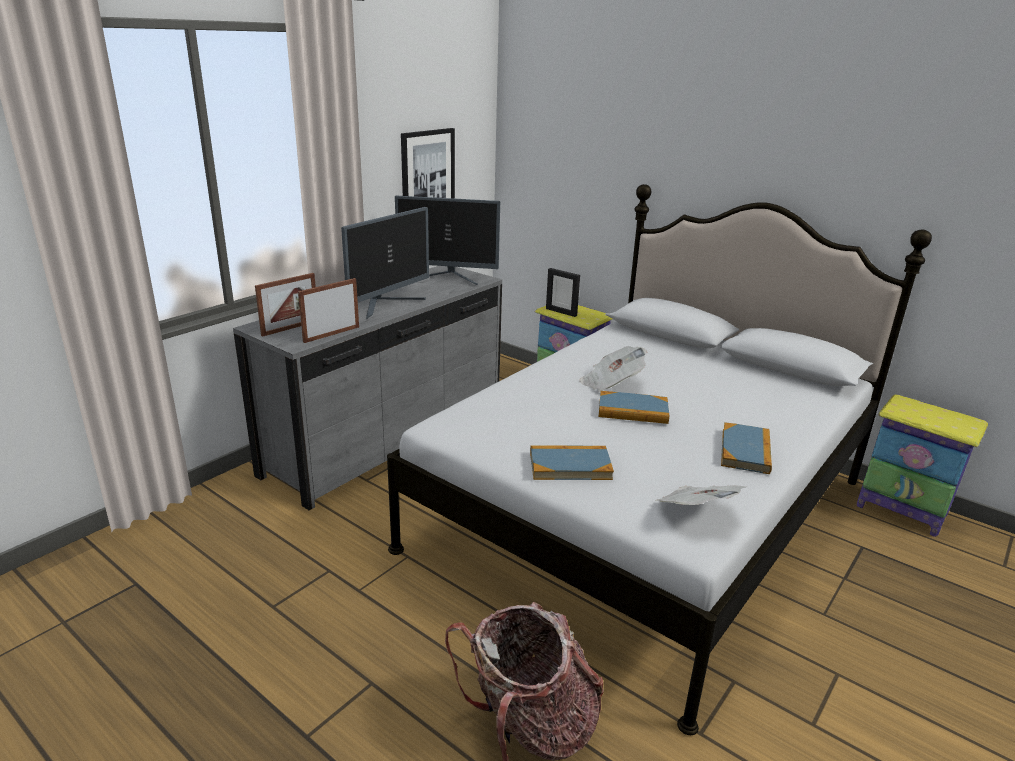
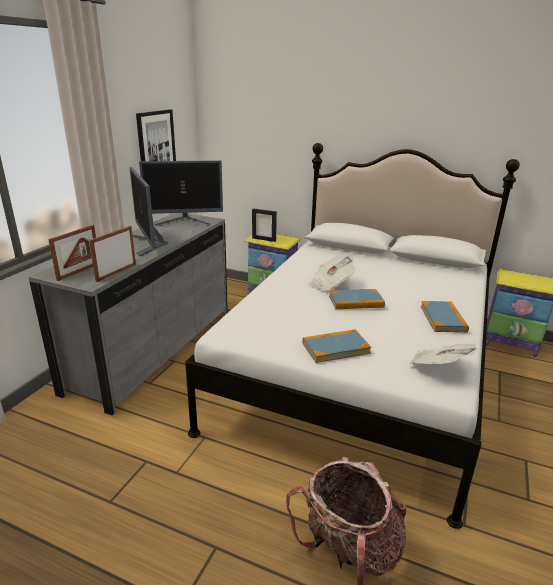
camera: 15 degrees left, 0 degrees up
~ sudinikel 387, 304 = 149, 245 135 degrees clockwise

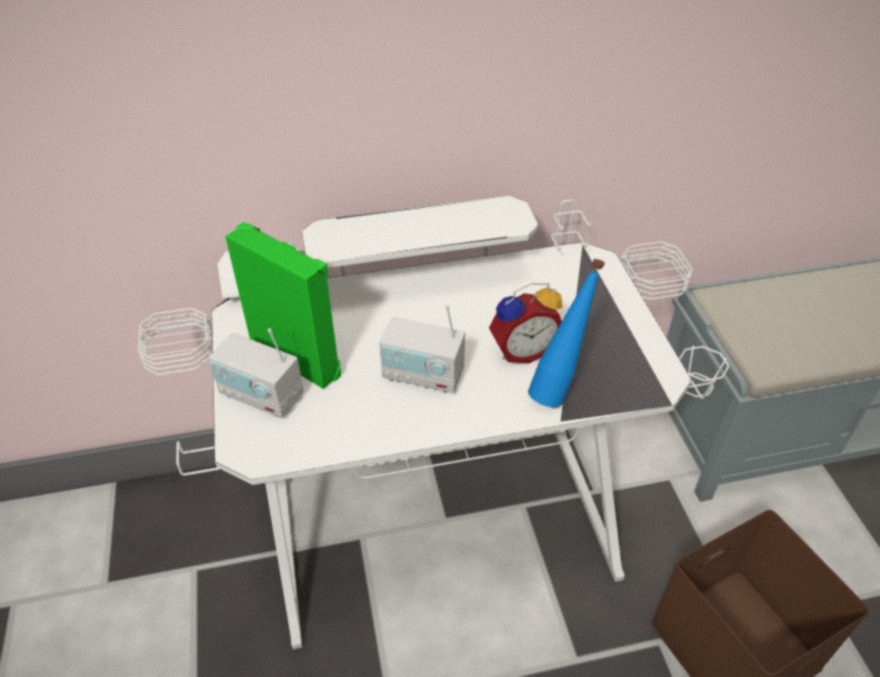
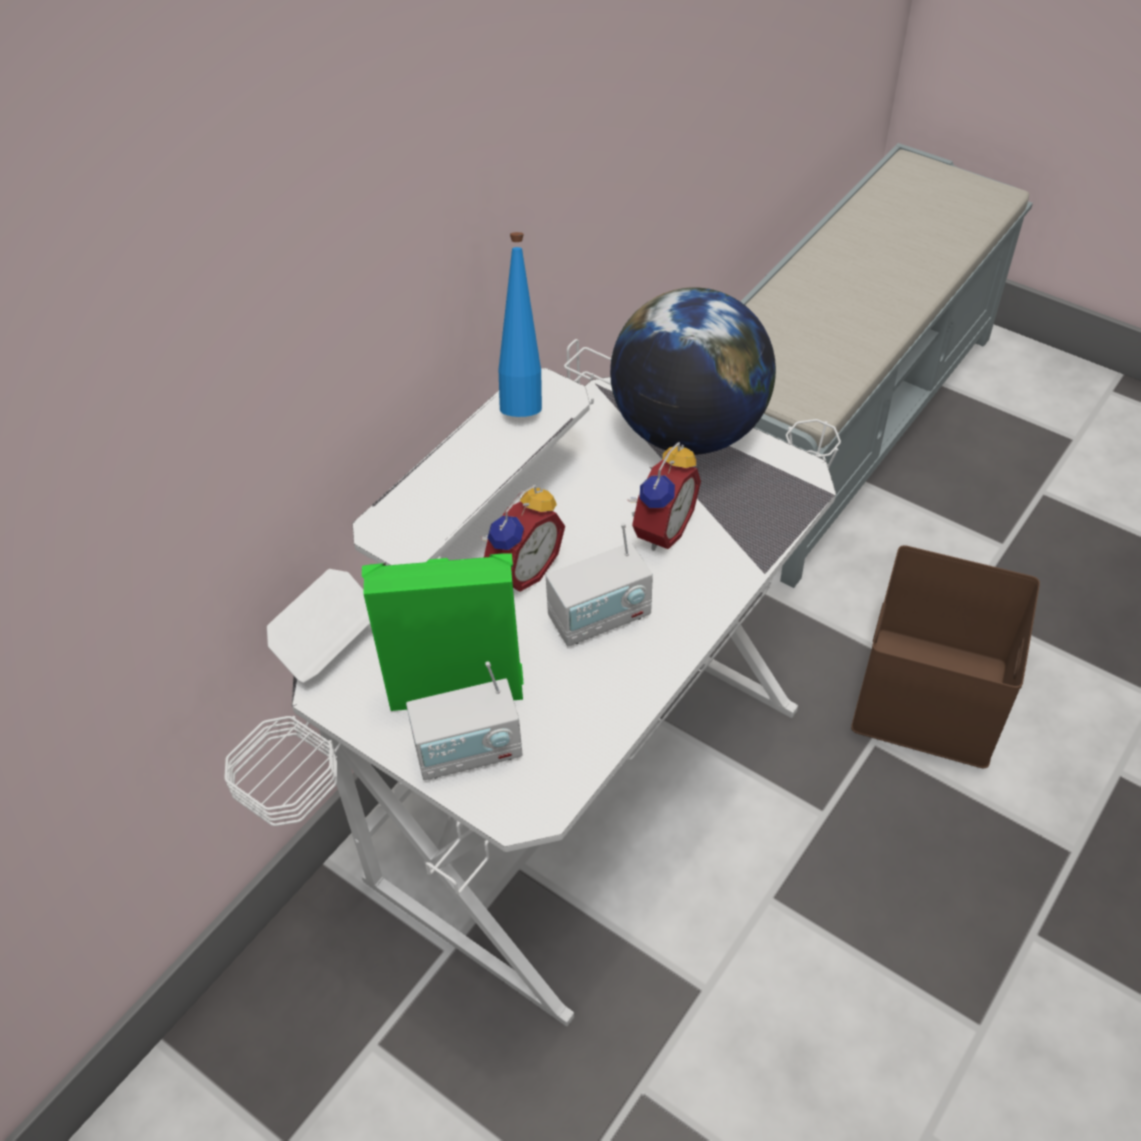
camera: 40 degrees left, 5 degrees up
~ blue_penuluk 558, 389 to 523, 397
+ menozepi 688, 432
+ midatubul 521, 570

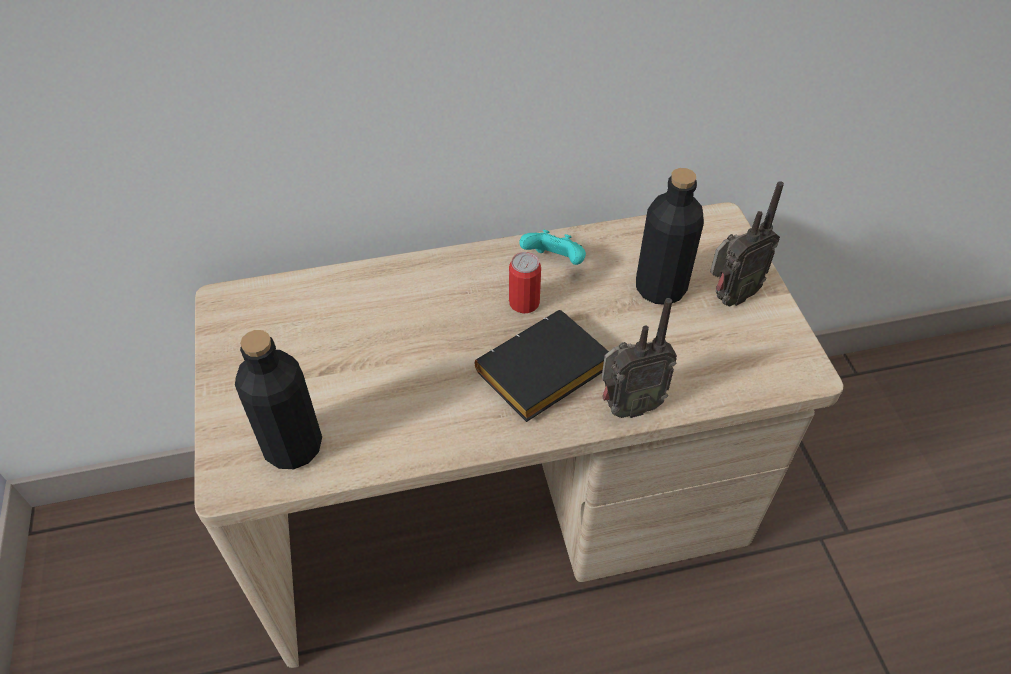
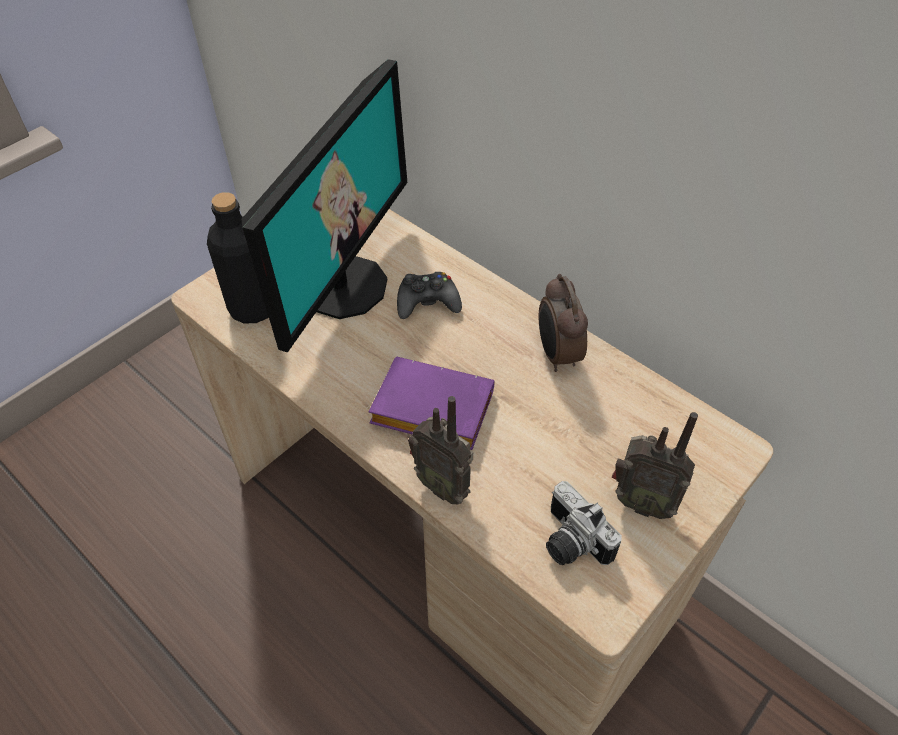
camera: 55 degrees right, 0 degrees up
- black_penuluk 660, 288
~ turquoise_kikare 554, 262 to midatubul 556, 355
- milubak 524, 303
~ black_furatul 542, 375 to purple_furatul 428, 411
+ sudinikel 345, 286
+ black_kikare 427, 302
+ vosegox 569, 542

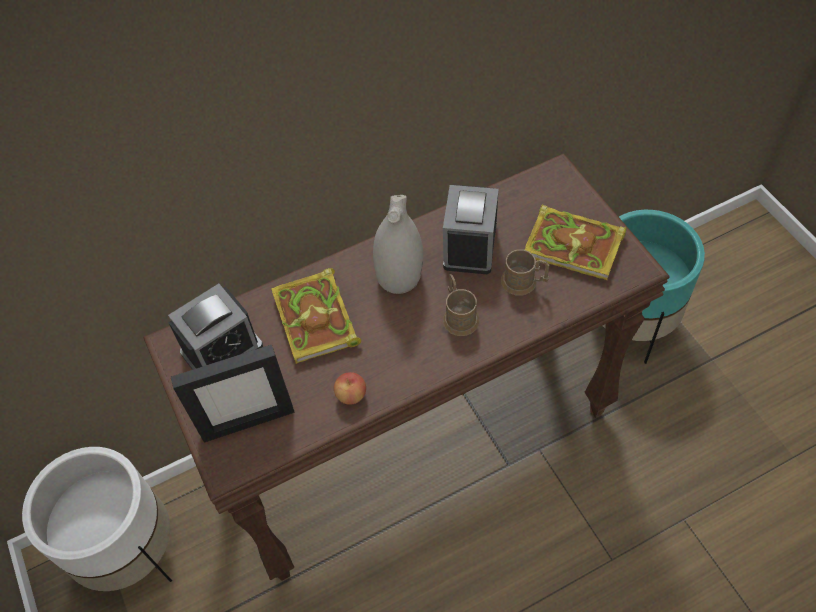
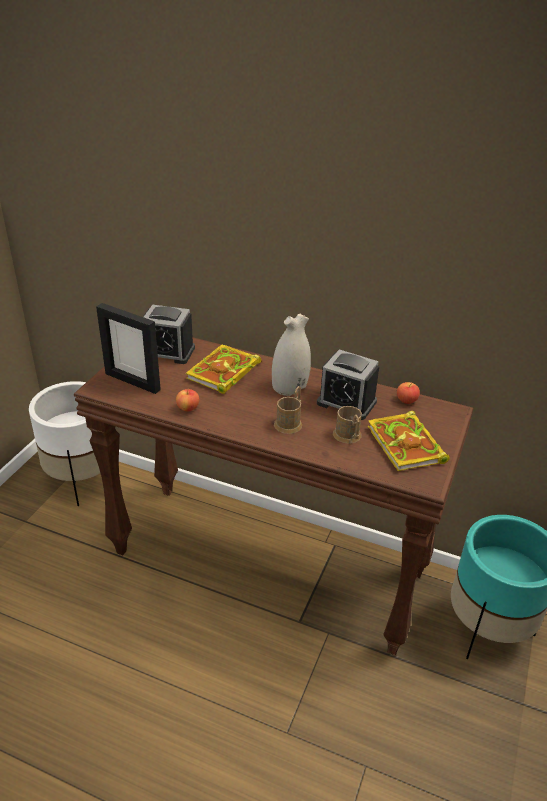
camera: 45 degrees right, 20 degrees down
~ midatubul 470, 246 = 346, 402 120 degrees counterclockwise
+ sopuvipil 406, 400

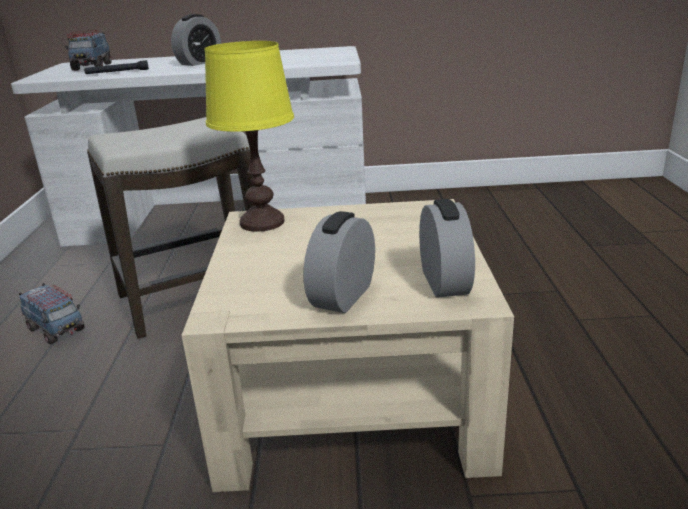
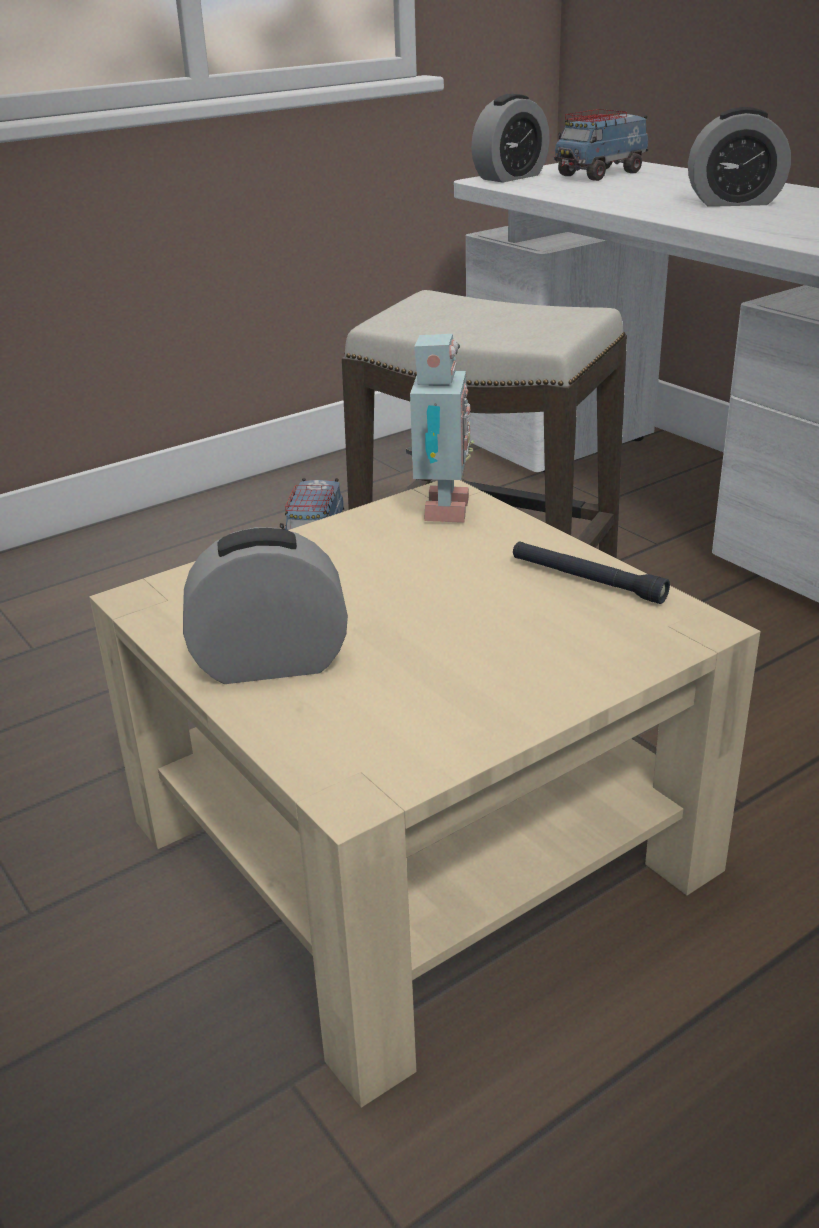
camera: 55 degrees right, 5 degrees up
~ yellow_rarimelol 261, 222 to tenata 440, 512
~ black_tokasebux 117, 72 to 586, 580
~ midatubul 444, 282 to 510, 177

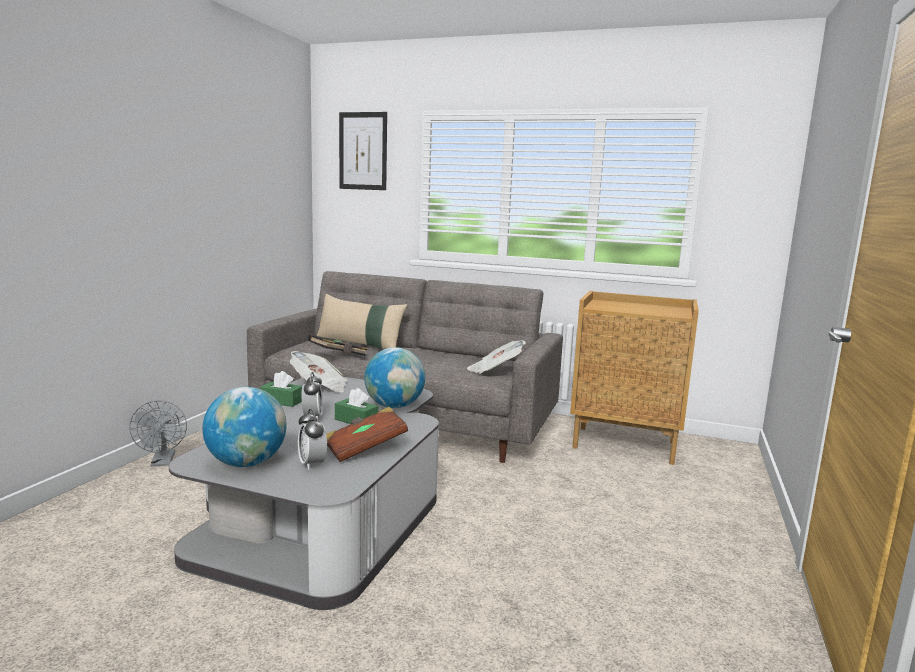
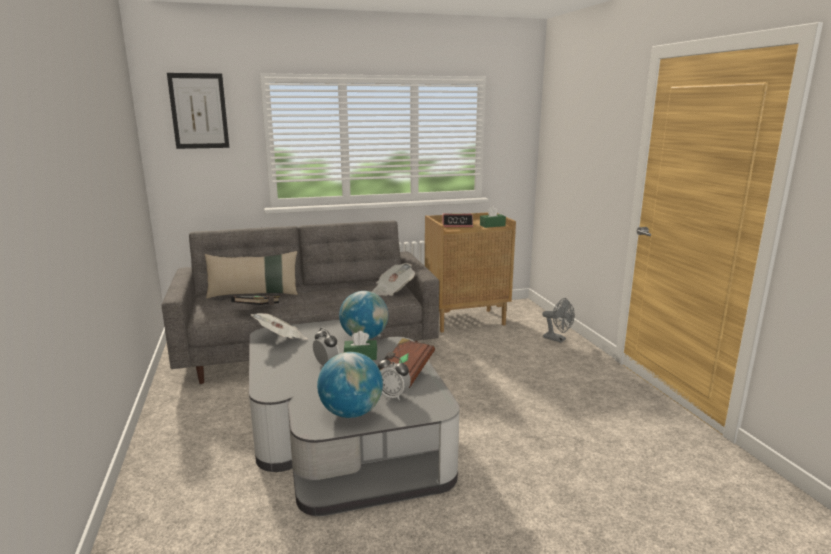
camera: 35 degrees left, 5 degrees up
~ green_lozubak 282, 401 to 492, 225
~ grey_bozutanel 163, 462 to 557, 339
+ midatubul 457, 225

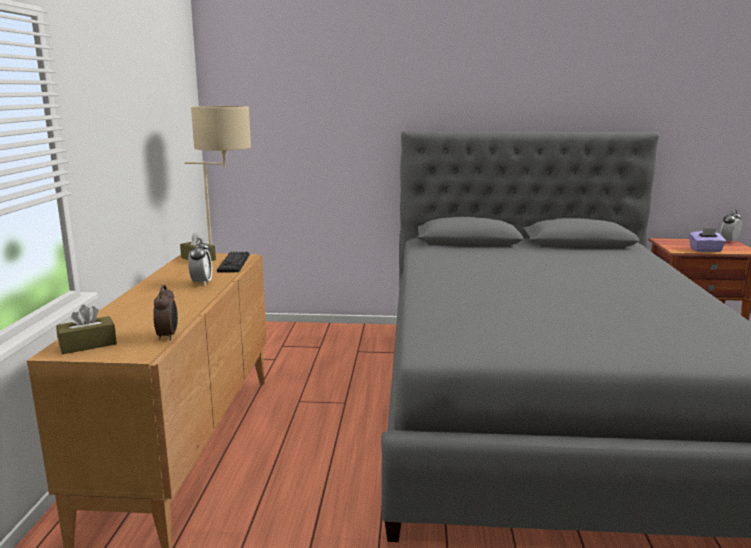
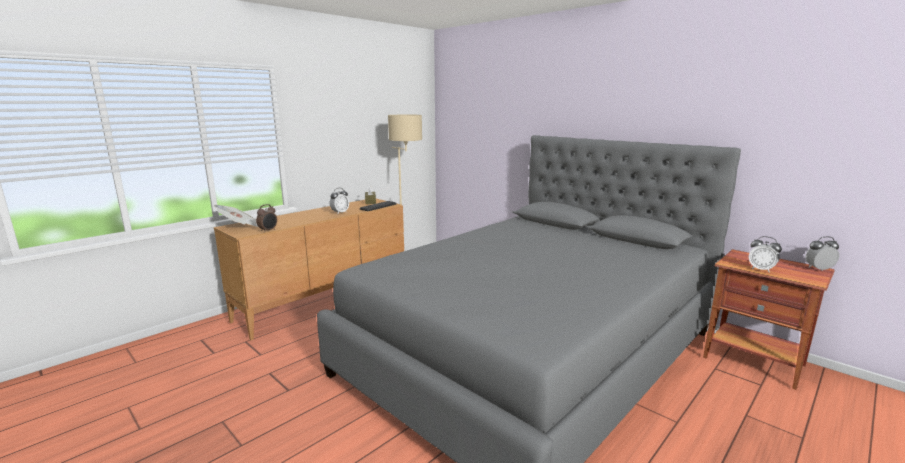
camera: 40 degrees right, 0 degrees up
~ purple_lozubak 705, 250 to midatubul 761, 269
~ brown_lozubak 88, 344 to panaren 240, 227

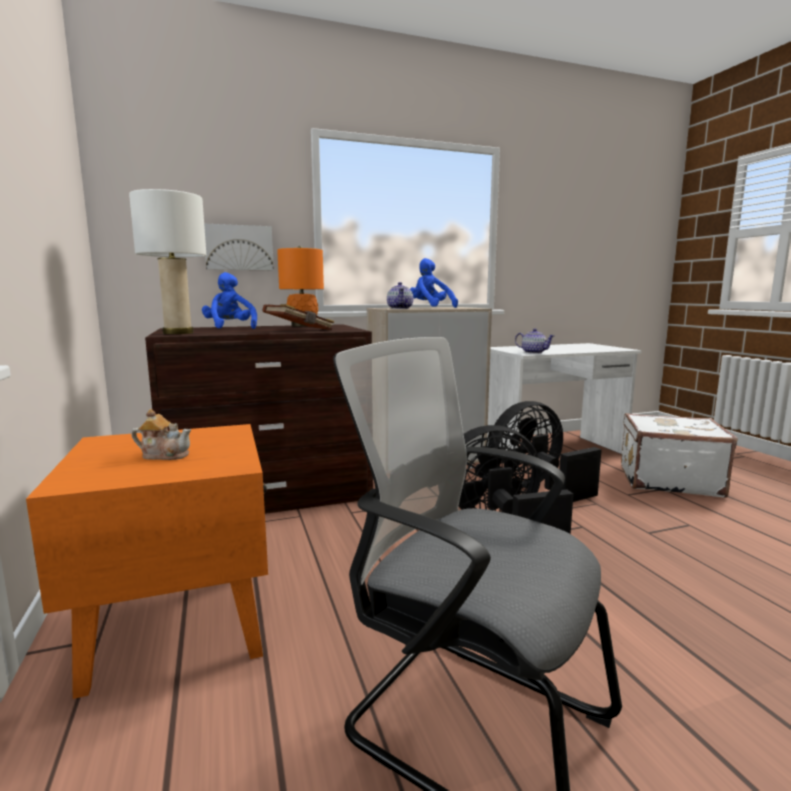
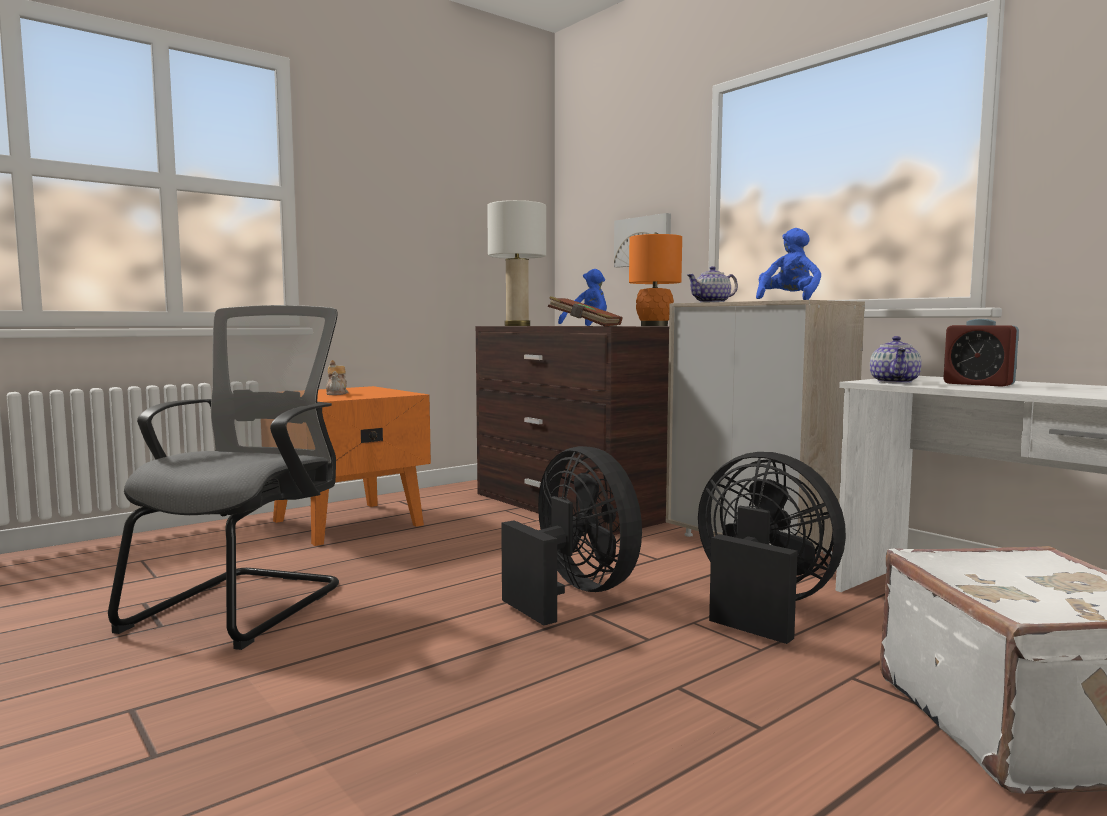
camera: 70 degrees right, 5 degrees down
+ midatubul 978, 384

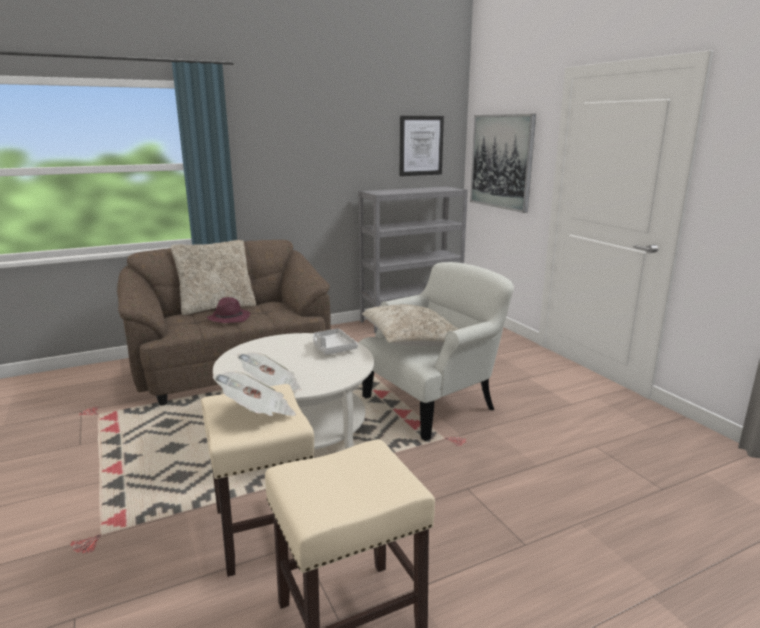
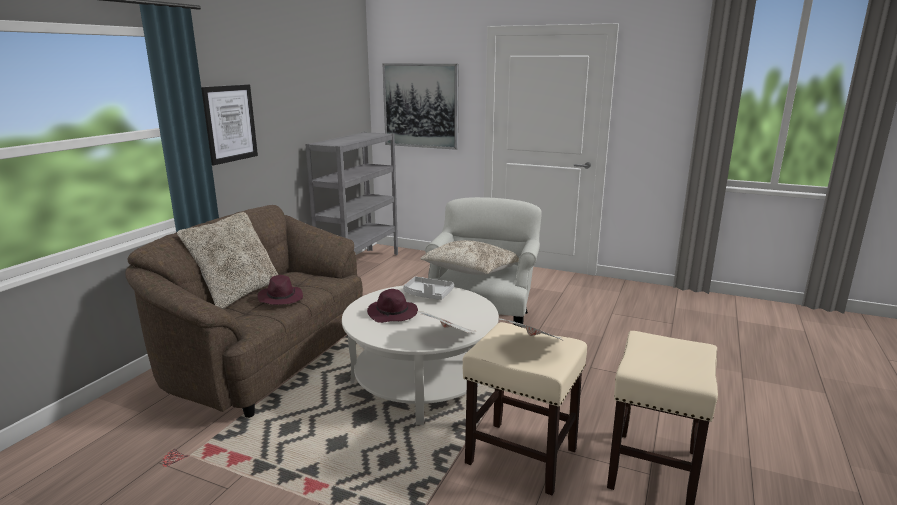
camera: 40 degrees left, 0 degrees up
~ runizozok 421, 146 to 229, 123
+ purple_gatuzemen 393, 314

